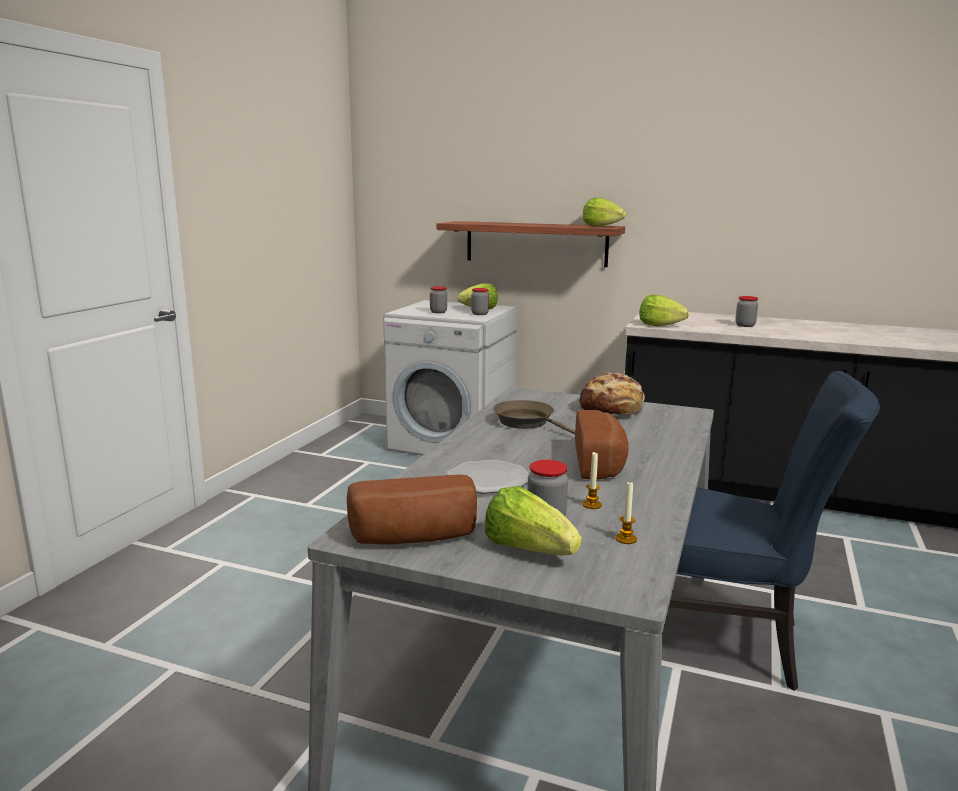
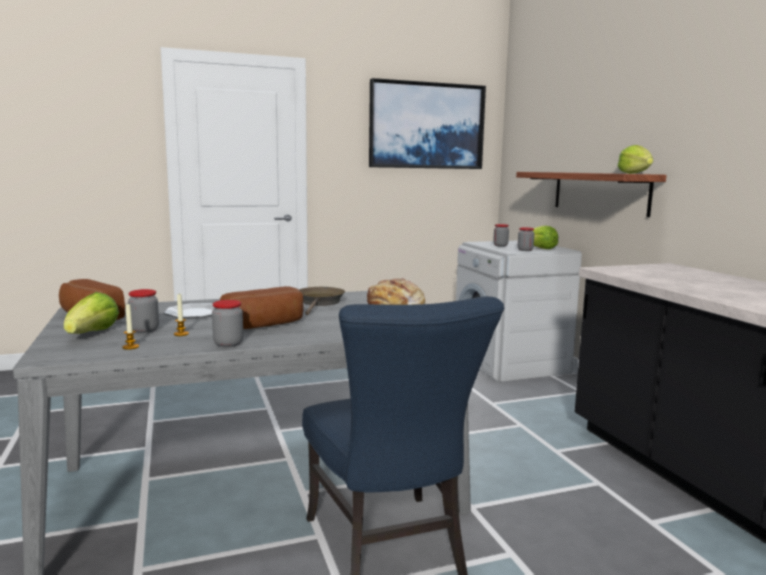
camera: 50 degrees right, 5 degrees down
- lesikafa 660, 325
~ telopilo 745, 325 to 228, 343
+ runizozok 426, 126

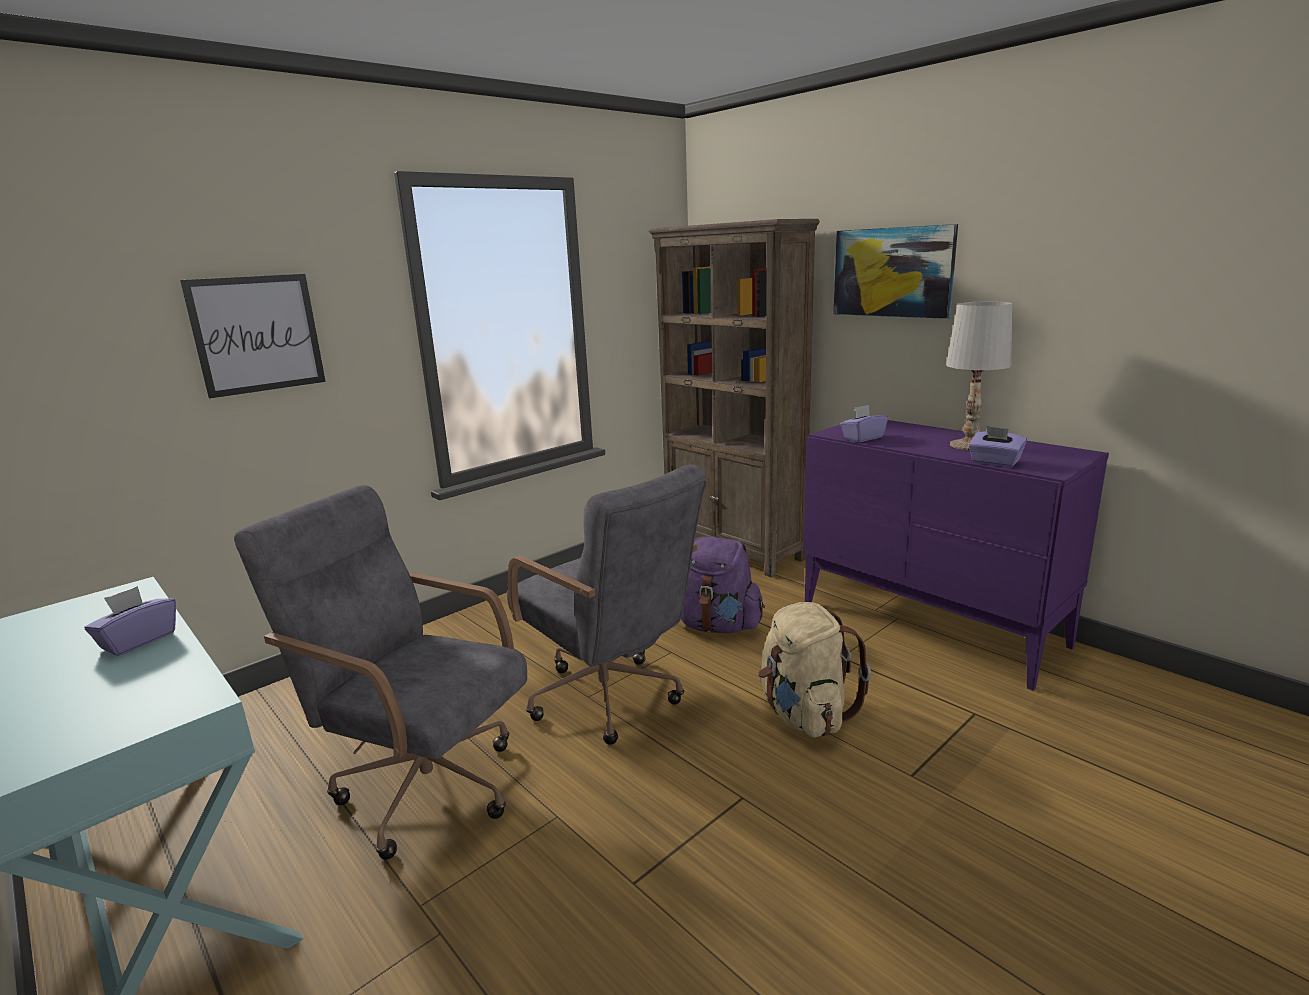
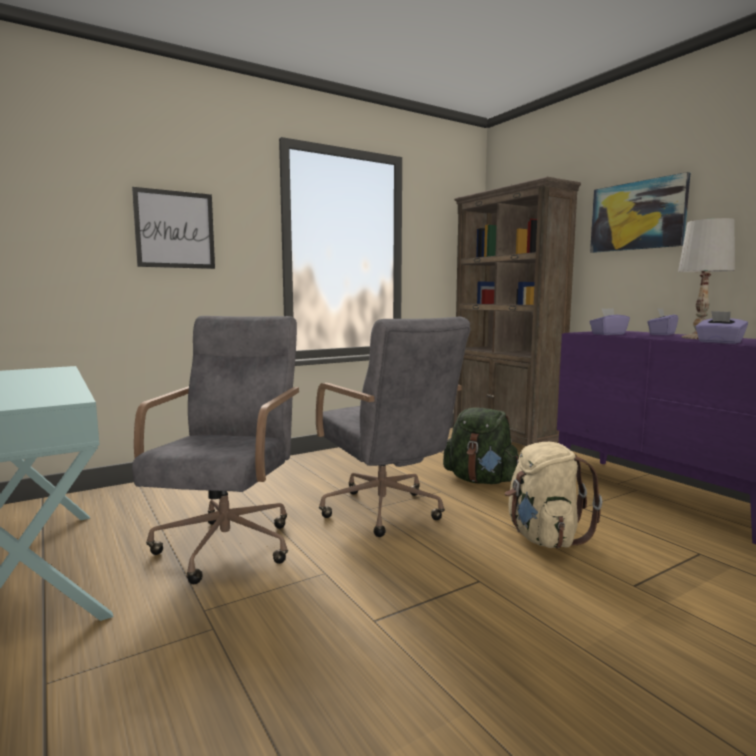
camera: 10 degrees right, 10 degrees down
~ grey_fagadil 422, 787 = 229, 544 60 degrees clockwise
~ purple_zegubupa 716, 626 to green_zegubupa 481, 480
~ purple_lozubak 138, 641 to 661, 334

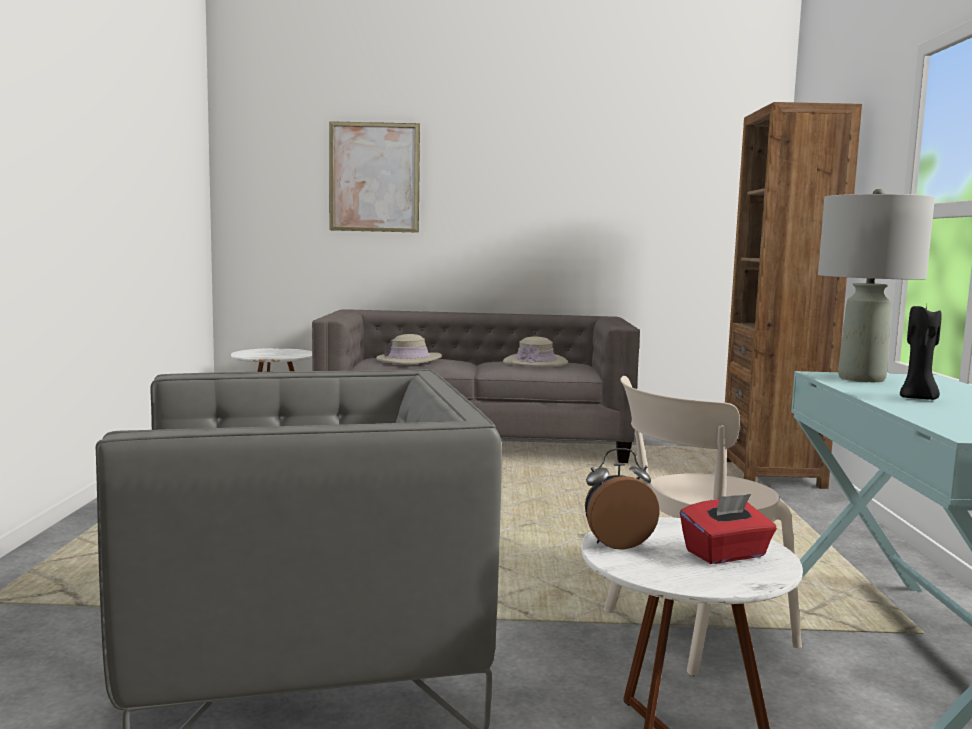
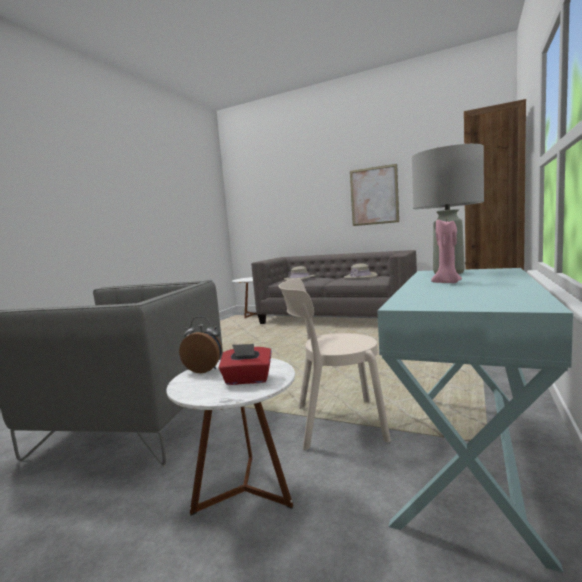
camera: 25 degrees right, 0 degrees up
~ runizozok 374, 177 to 374, 196
~ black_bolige 918, 399 to pink_bolige 447, 283

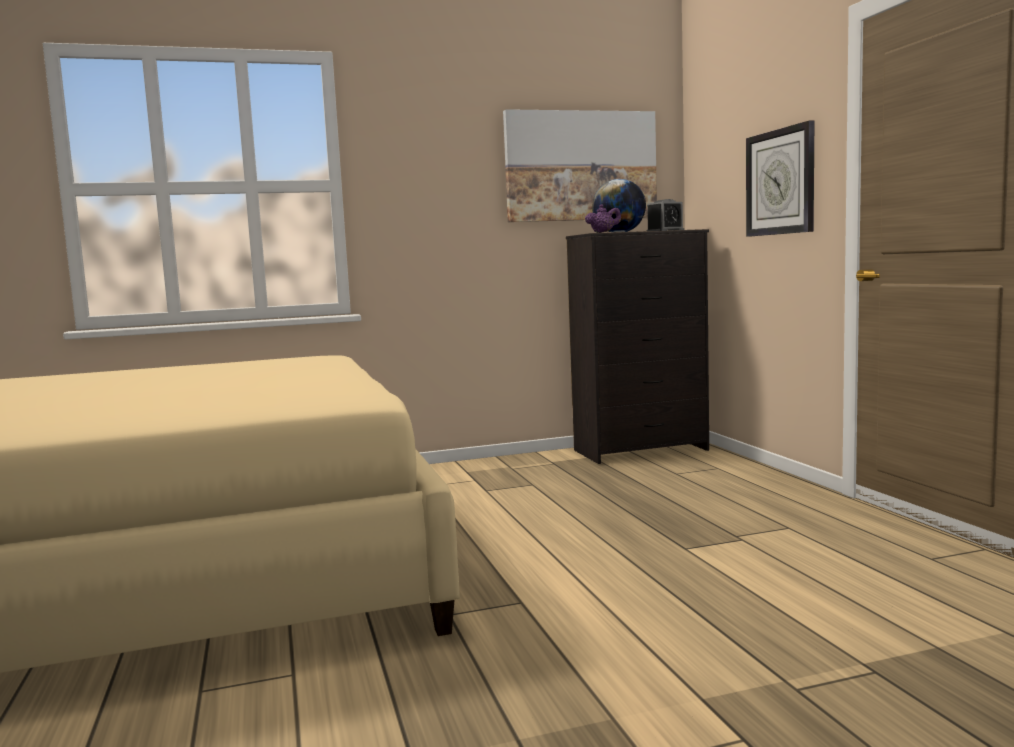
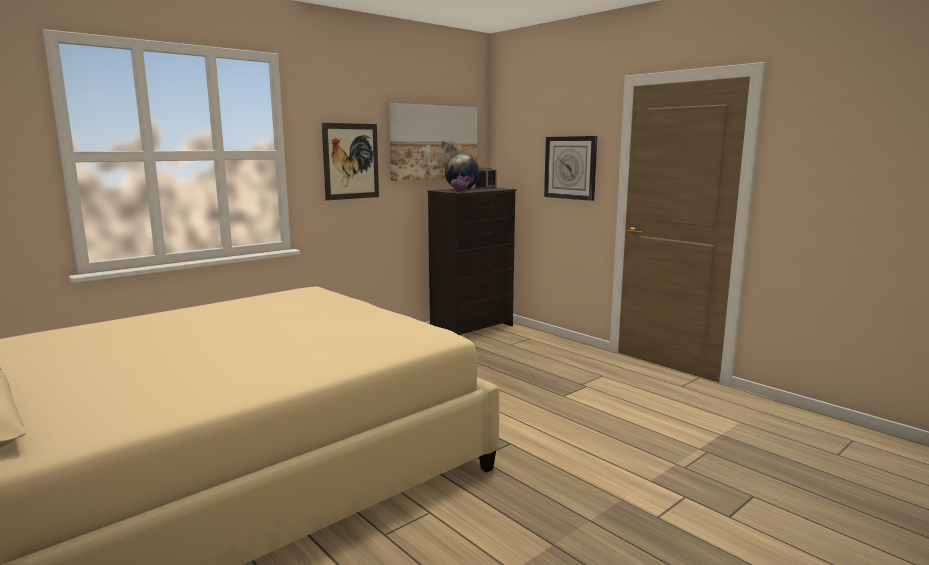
camera: 25 degrees left, 5 degrees up
+ runizozok 351, 161

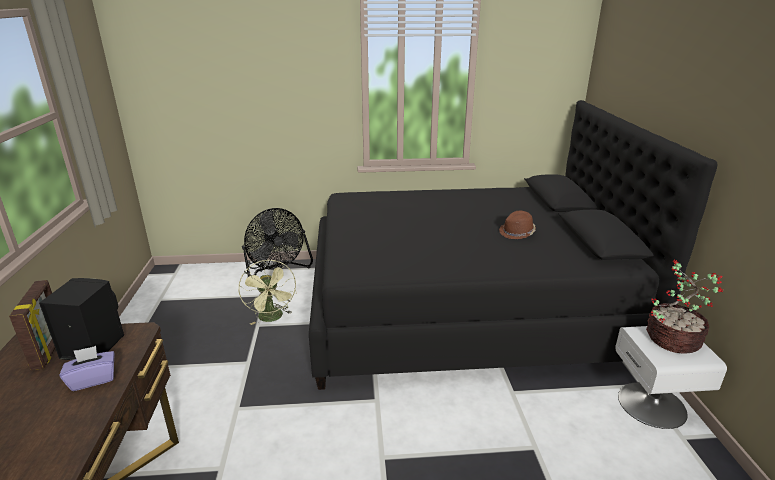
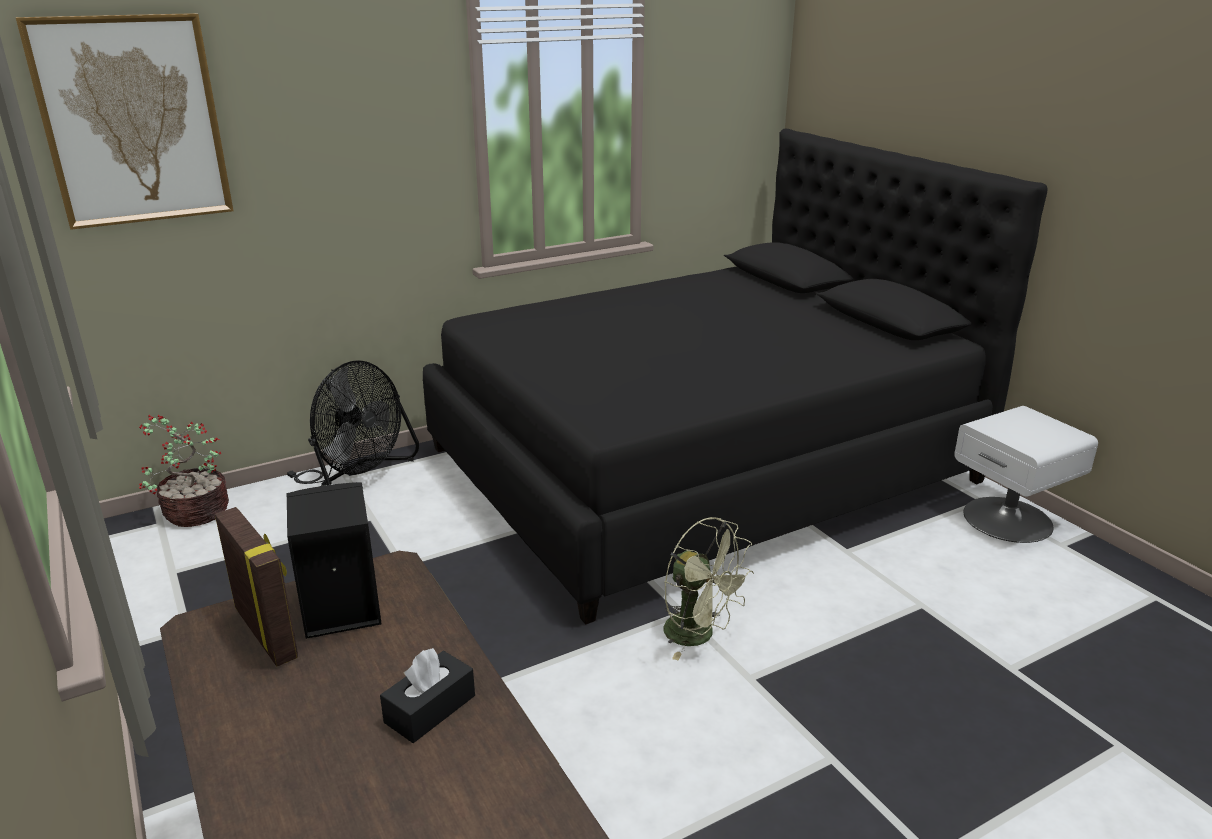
camera: 25 degrees left, 0 degrees up
- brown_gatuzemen 517, 233
~ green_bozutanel 272, 318 to 699, 635
~ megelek 671, 340 to 194, 513
- purple_lozubak 93, 379
+ runizozok 132, 121
+ black_lozubak 430, 709

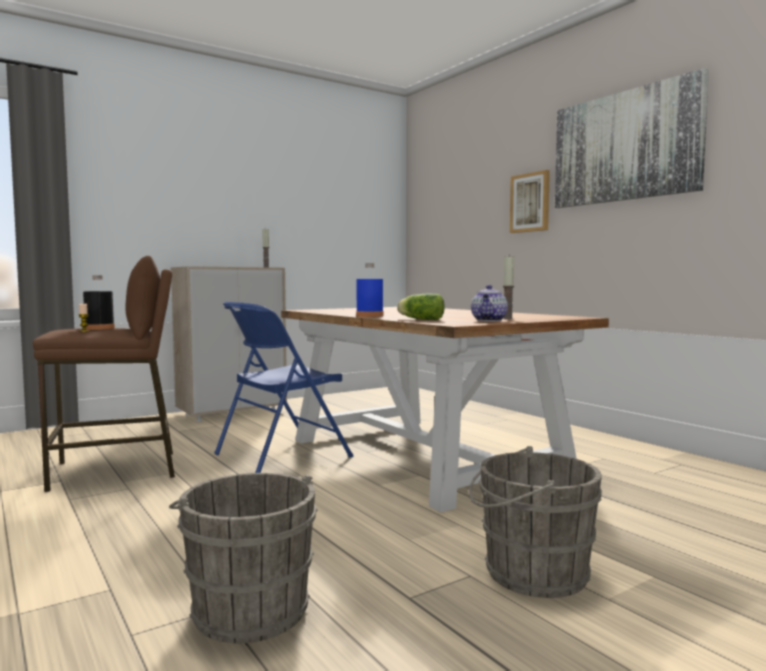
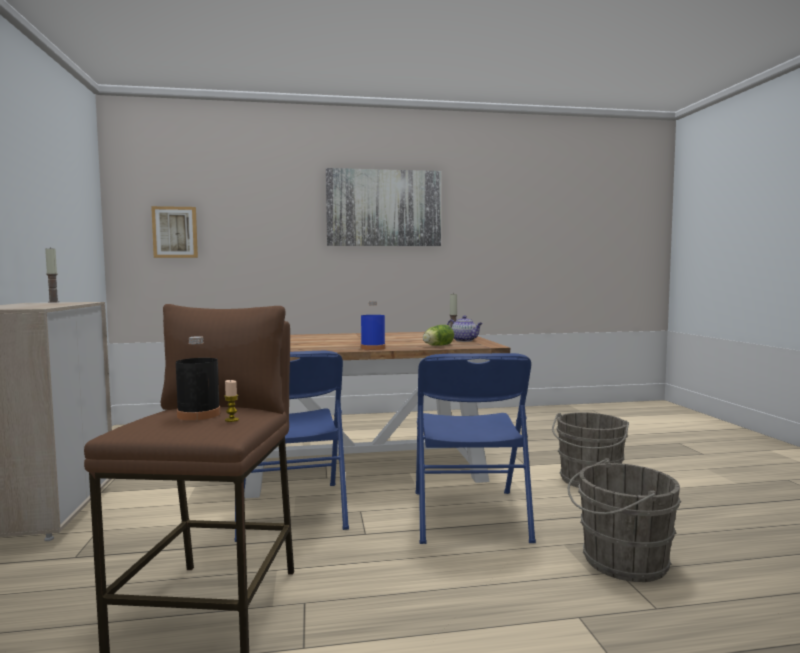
camera: 65 degrees left, 0 degrees up
~ runizozok 530, 202 to 175, 232
+ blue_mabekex 468, 516

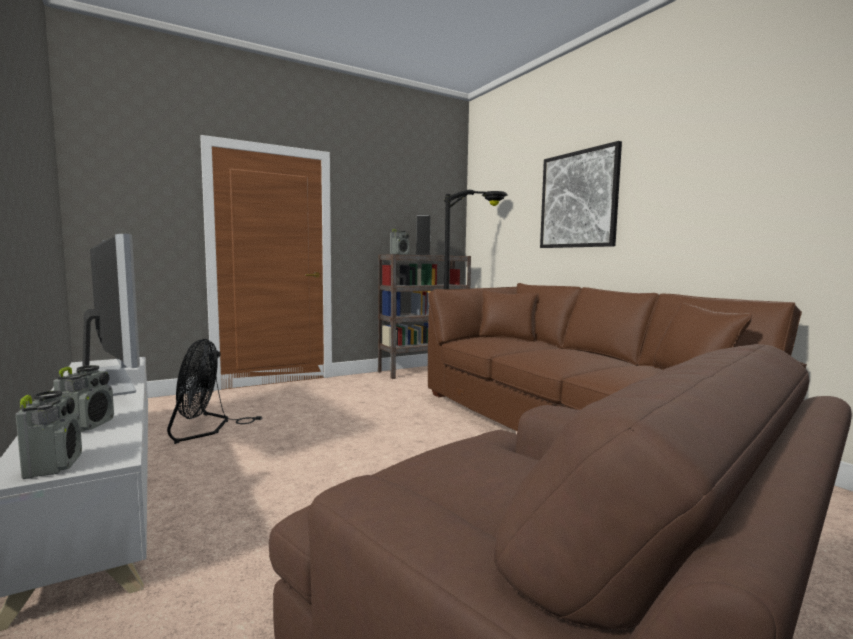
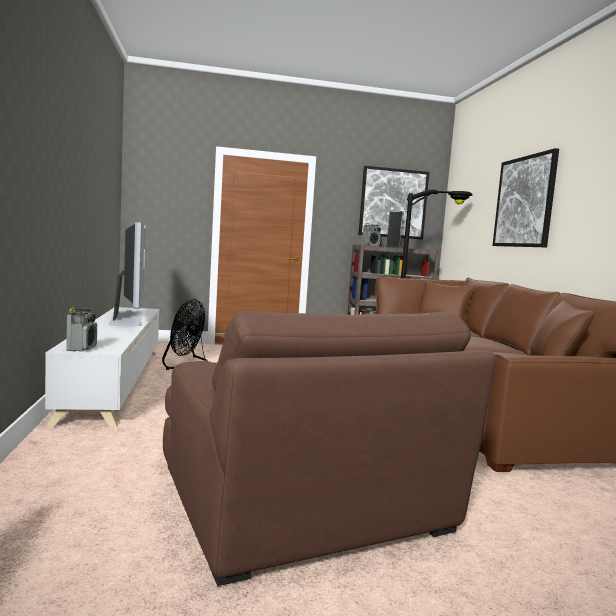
camera: 20 degrees right, 0 degrees up
- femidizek 88, 425
+ runizozok 393, 203

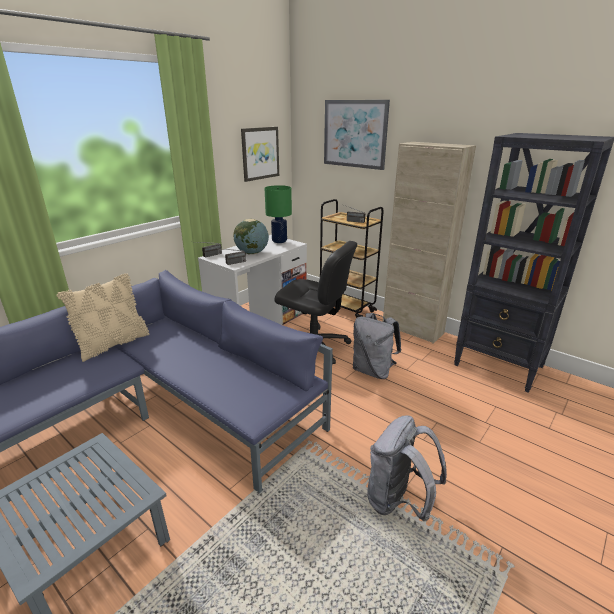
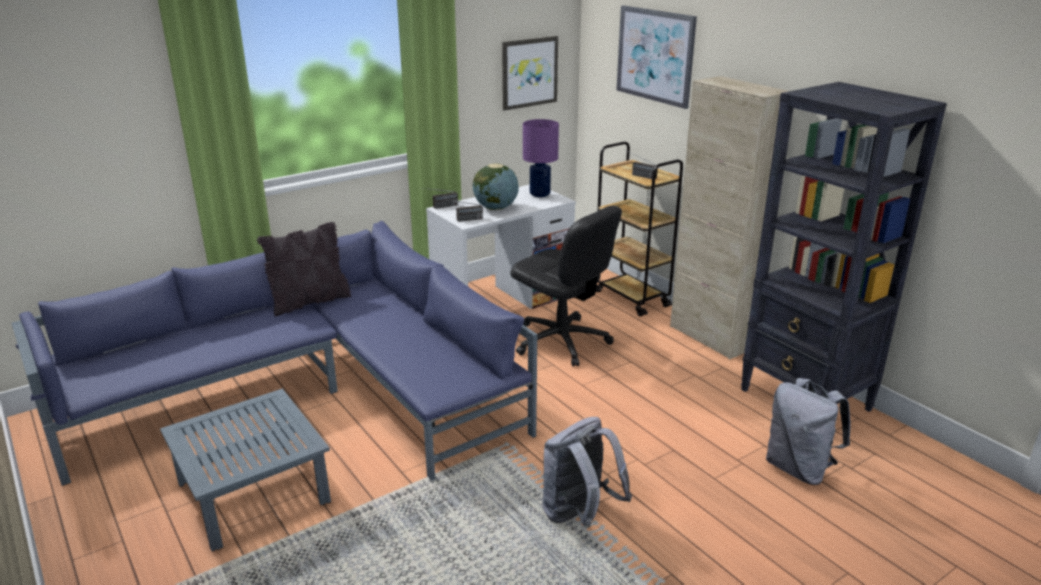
camera: 15 degrees right, 0 degrees up
~ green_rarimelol 279, 242 to purple_rarimelol 540, 195
~ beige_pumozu 113, 344 to black_pumozu 310, 302
~ grey_zegubupa 373, 371 to 799, 469

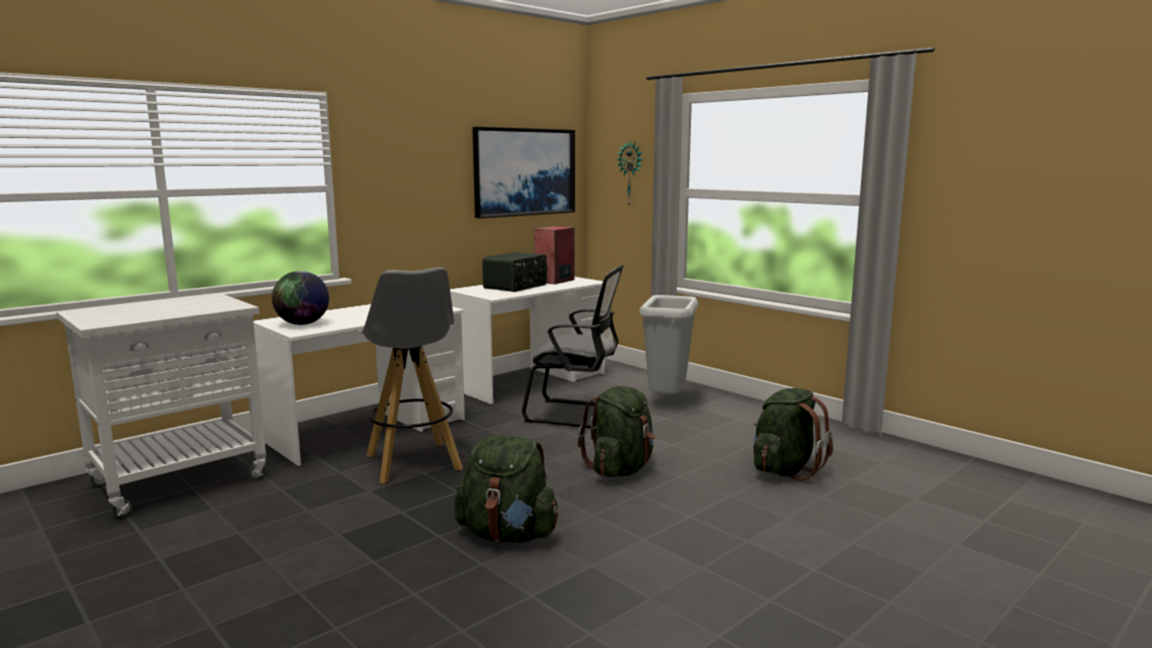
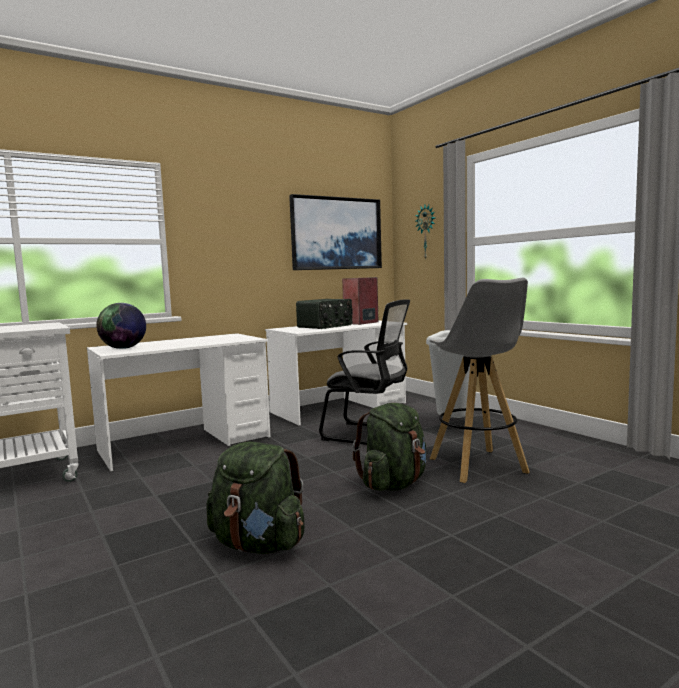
camera: 10 degrees right, 5 degrees down
~ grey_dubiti 413, 463 to 477, 466
- green_zegubupa 785, 470

